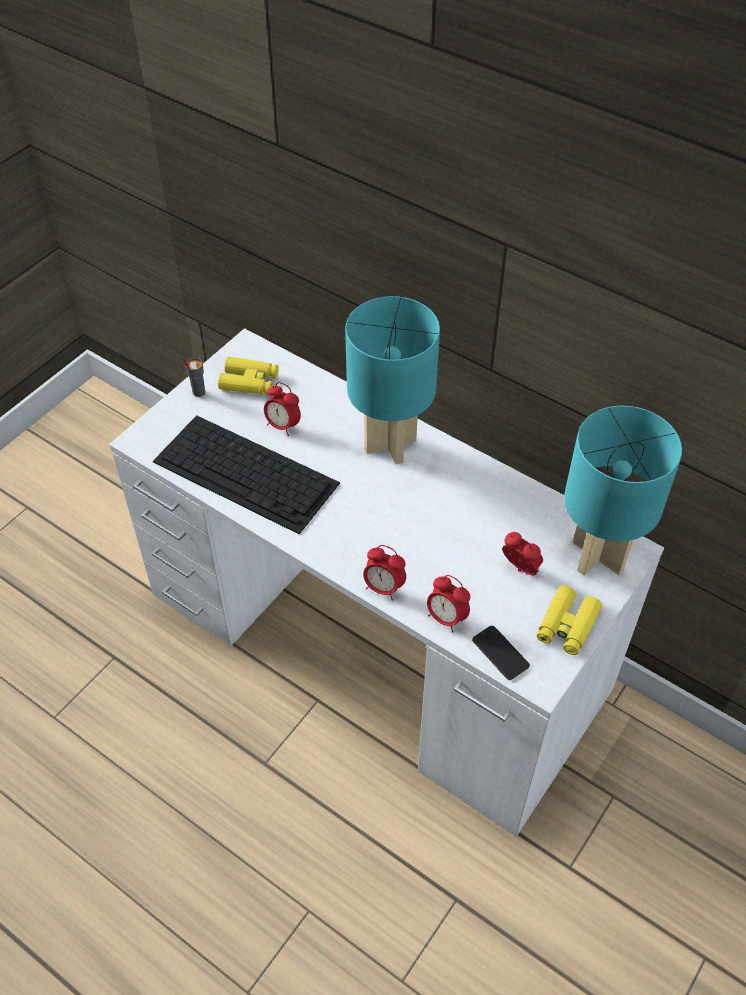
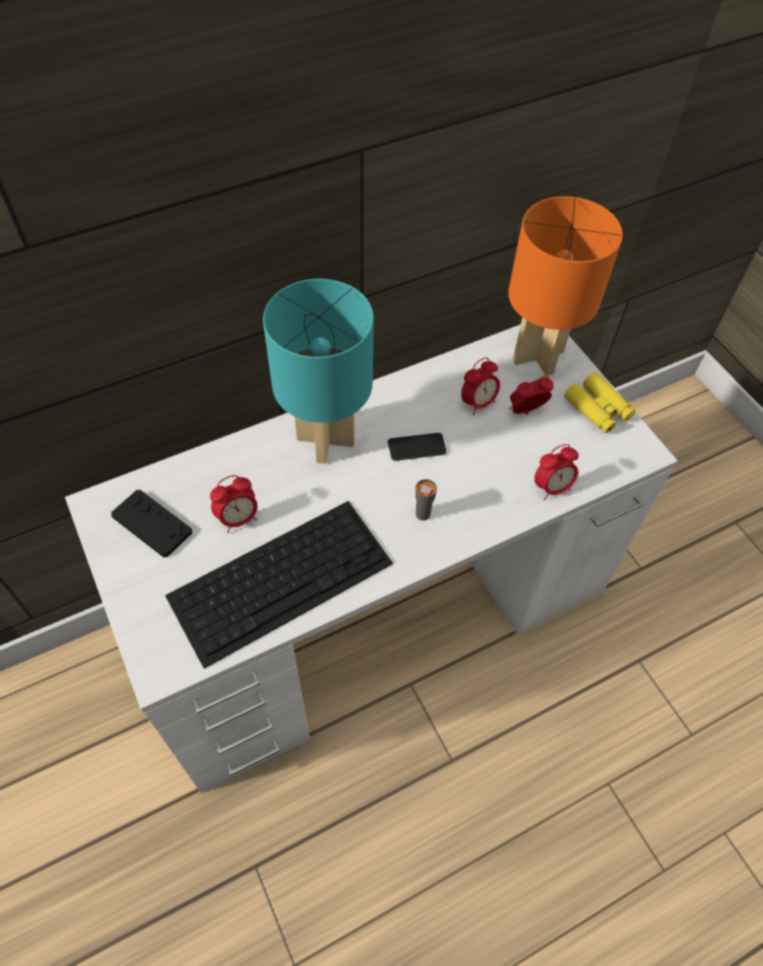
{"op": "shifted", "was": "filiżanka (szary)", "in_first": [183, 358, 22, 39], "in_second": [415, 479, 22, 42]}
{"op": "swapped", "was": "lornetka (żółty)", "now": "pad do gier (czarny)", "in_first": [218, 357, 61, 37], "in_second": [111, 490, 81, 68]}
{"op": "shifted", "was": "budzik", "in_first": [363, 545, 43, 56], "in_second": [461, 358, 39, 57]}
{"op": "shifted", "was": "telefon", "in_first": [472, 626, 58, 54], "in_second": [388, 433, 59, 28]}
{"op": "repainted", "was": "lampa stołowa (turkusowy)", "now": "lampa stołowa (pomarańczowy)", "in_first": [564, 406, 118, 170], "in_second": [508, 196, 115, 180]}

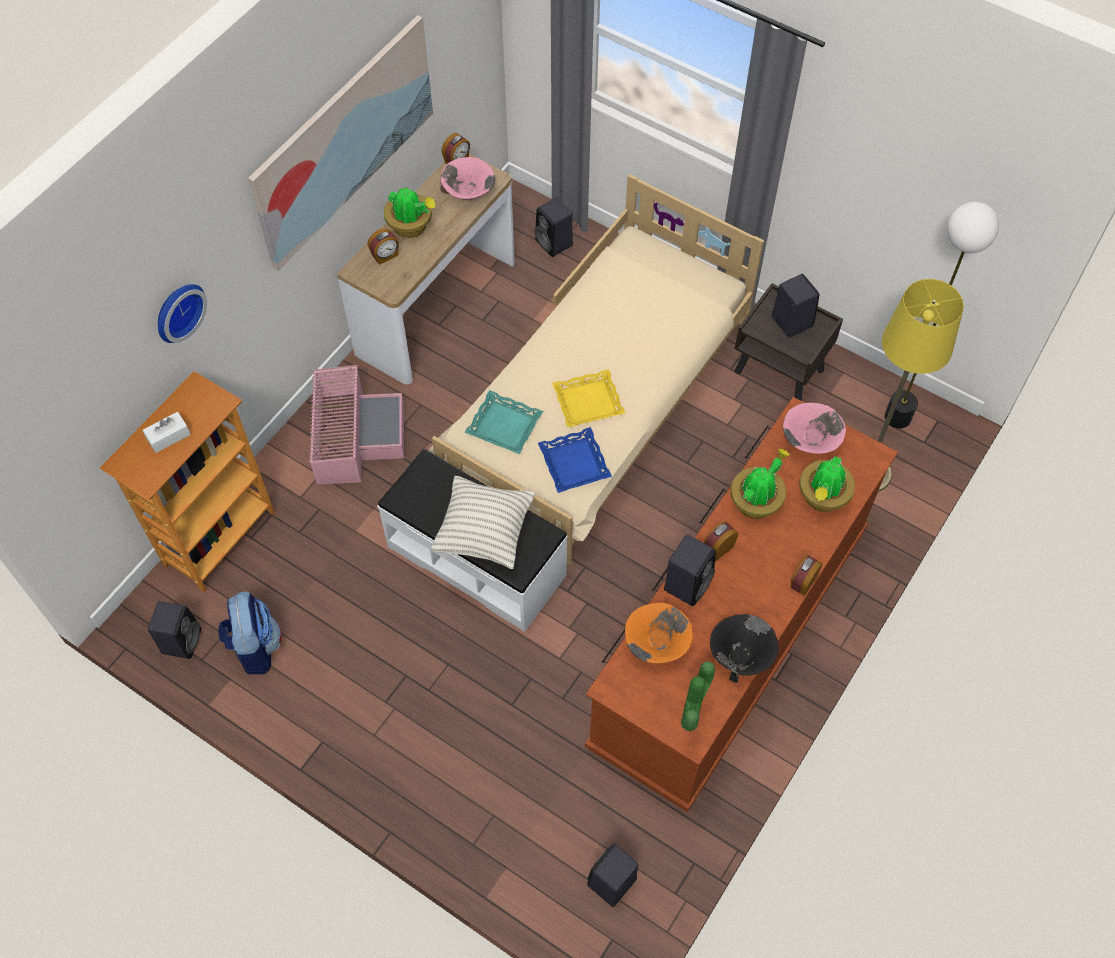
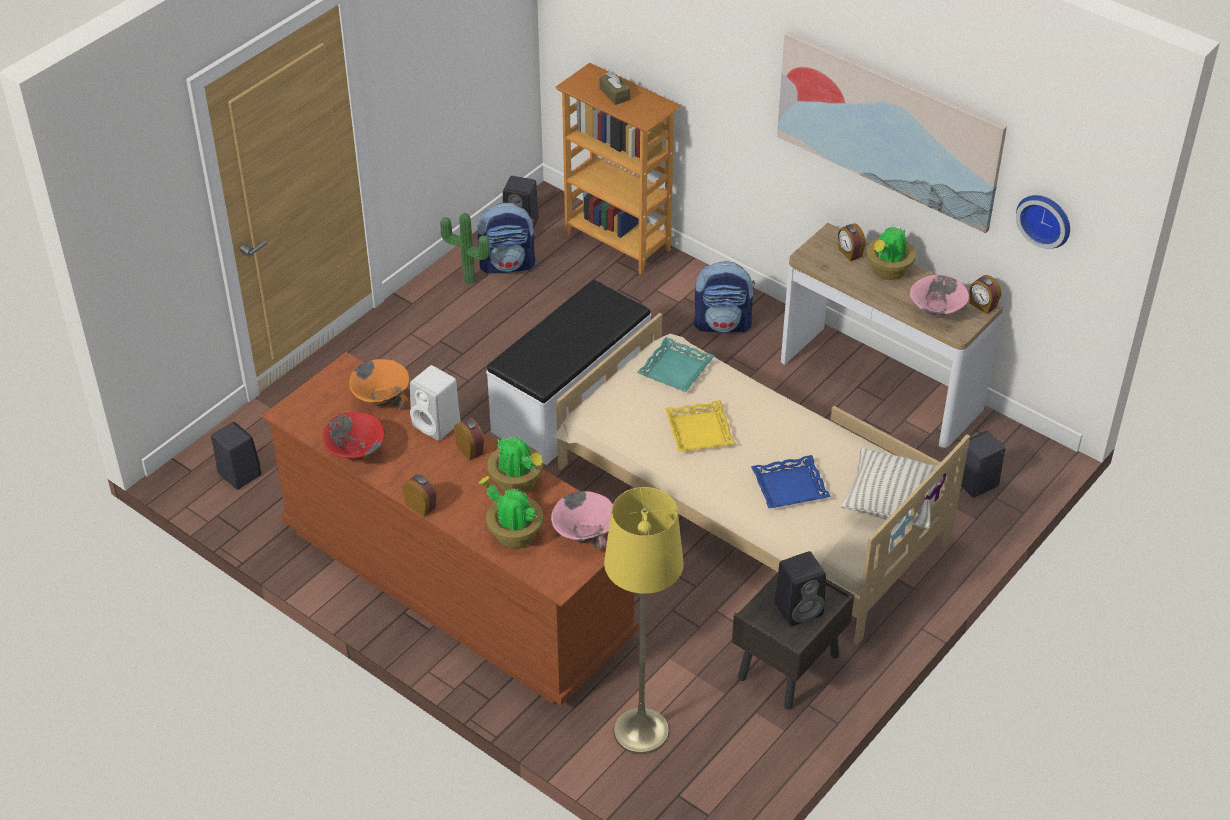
{"op": "repainted", "was": "pudełko chusteczek (biały)", "now": "pudełko chusteczek (brązowy)", "in_first": [143, 412, 48, 41], "in_second": [599, 71, 31, 34]}
{"op": "shifted", "was": "zegar ścienny", "in_first": [158, 284, 49, 59], "in_second": [1016, 195, 54, 54]}
{"op": "swapped", "was": "pojemnik do przechowywania (różowy)", "now": "plecak", "in_first": [309, 365, 95, 119], "in_second": [694, 261, 61, 72]}
{"op": "shifted", "was": "poduszka", "in_first": [431, 476, 104, 93], "in_second": [841, 447, 102, 82]}
{"op": "shifted", "was": "taca (niebieski)", "in_first": [538, 427, 74, 66], "in_second": [751, 455, 80, 54]}
{"op": "repainted", "was": "głośnik (czarny)", "now": "głośnik (biały)", "in_first": [664, 534, 52, 72], "in_second": [410, 365, 51, 76]}
{"op": "shifted", "was": "roślina doniczkowa", "in_first": [681, 661, 34, 70], "in_second": [440, 213, 50, 72]}
{"op": "repainted", "was": "miska (czarny)", "now": "miska (czerwony)", "in_first": [710, 614, 69, 69], "in_second": [323, 412, 61, 48]}
{"op": "gone", "was": "lampa stojąca", "in_first": [885, 202, 114, 227]}

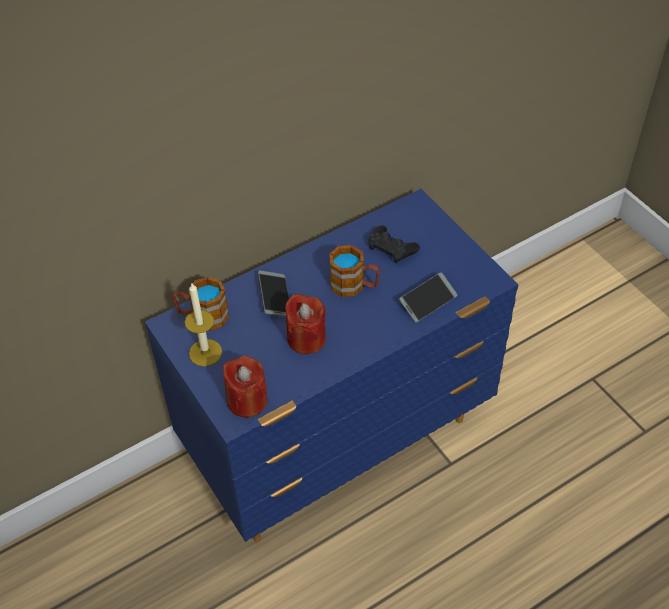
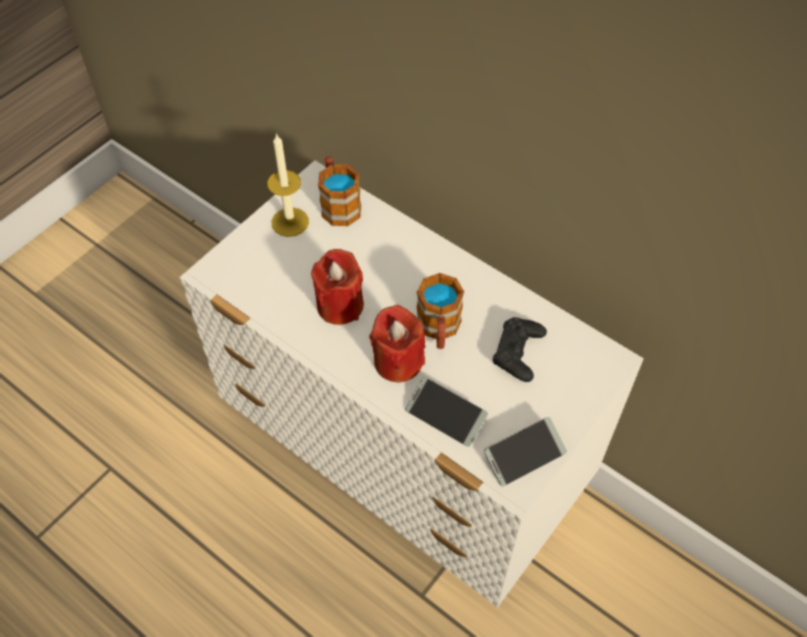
{"op": "repainted", "was": "komoda (niebieski)", "now": "komoda (biały)", "in_first": [145, 189, 373, 353], "in_second": [180, 160, 464, 448]}
{"op": "shifted", "was": "świeca (czerwony)", "in_first": [223, 356, 44, 62], "in_second": [370, 305, 55, 78]}
{"op": "shifted", "was": "telefon", "in_first": [258, 270, 31, 47], "in_second": [484, 417, 83, 69]}

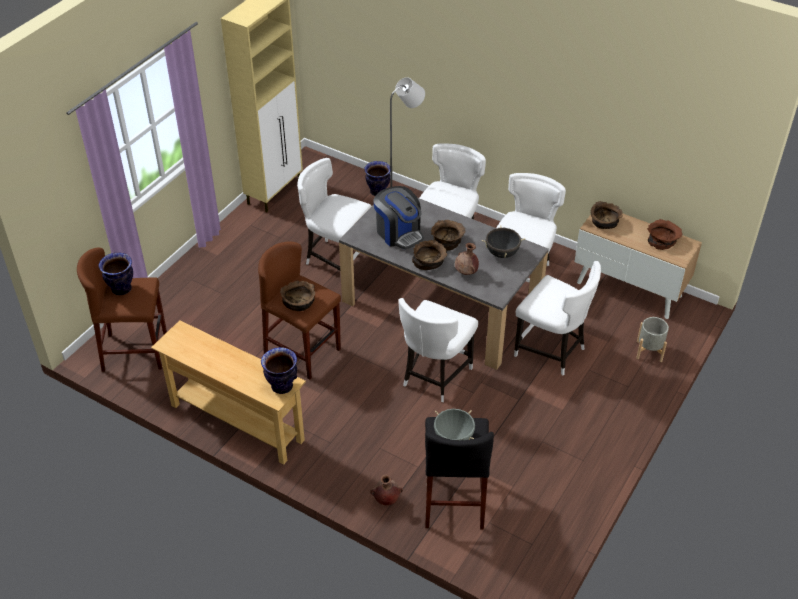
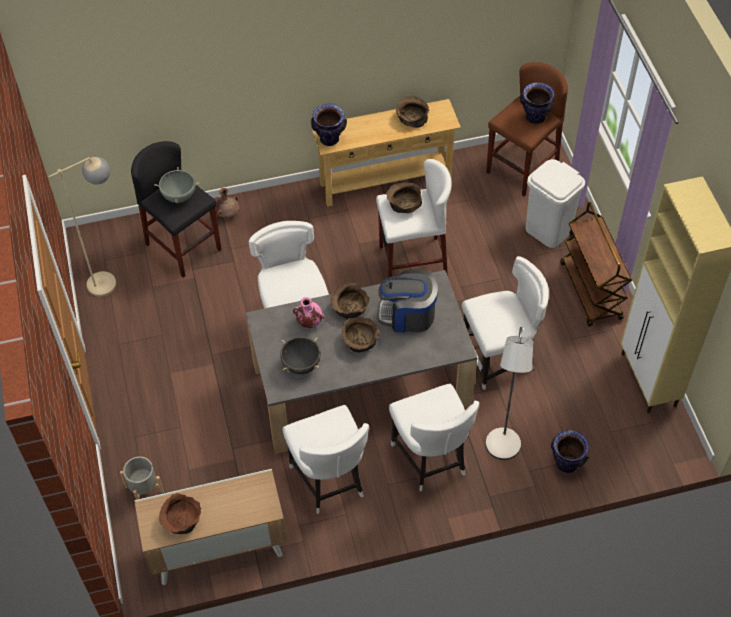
{"op": "repainted", "was": "stołek (brązowy)", "now": "stołek (biały)", "in_first": [258, 242, 83, 138], "in_second": [376, 159, 76, 119]}
{"op": "repainted", "was": "wazon (brązowy)", "now": "wazon (różowy)", "in_first": [455, 243, 24, 32], "in_second": [293, 297, 32, 31]}
{"op": "gone", "was": "krzesło (biały)", "in_first": [514, 261, 87, 114]}
{"op": "shifted", "was": "miska (brązowy)", "in_first": [590, 201, 33, 28], "in_second": [396, 96, 33, 32]}
{"op": "new", "now": "lampa stojąca (beżowy)", "in_second": [48, 157, 68, 139]}
{"op": "new", "now": "kosz na śmieci (biały)", "in_second": [525, 159, 60, 89]}
{"op": "new", "now": "wózek (brązowy)", "in_second": [560, 202, 72, 125]}

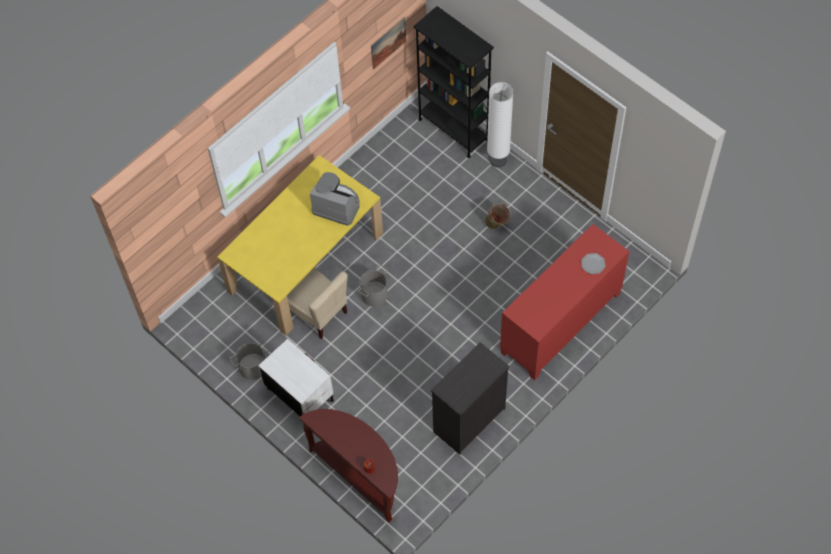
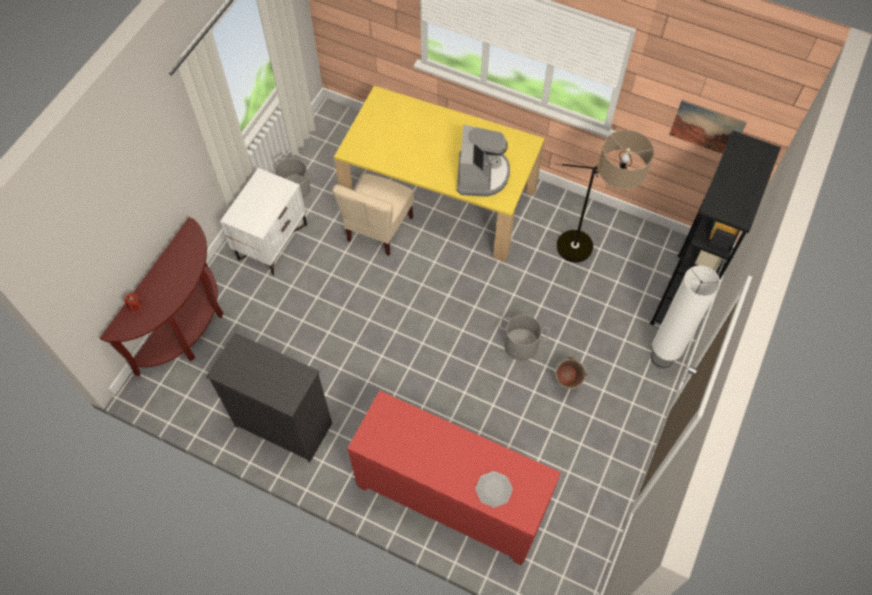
{"op": "shifted", "was": "wiadro (szary)", "in_first": [358, 264, 30, 43], "in_second": [500, 315, 49, 46]}
{"op": "new", "now": "lampa stojąca", "in_second": [556, 130, 98, 133]}

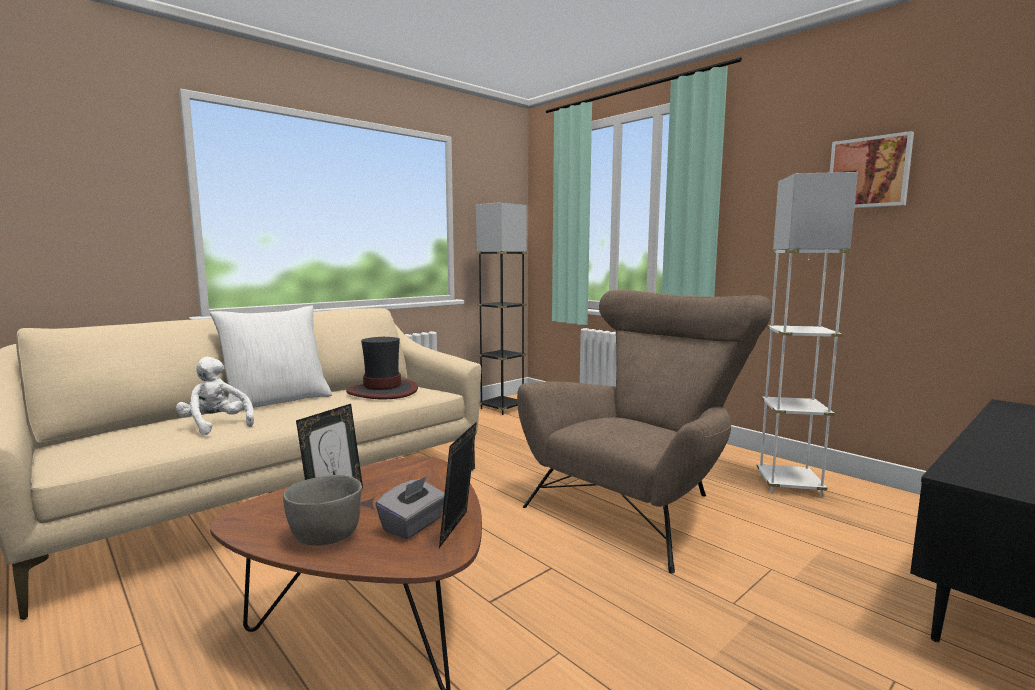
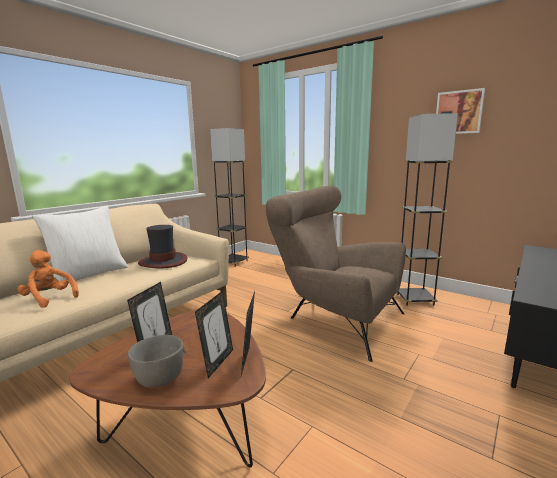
{"op": "repainted", "was": "pluszak (biały)", "now": "pluszak (pomarańczowy)", "in_first": [176, 357, 78, 78], "in_second": [17, 250, 62, 58]}
{"op": "swapped", "was": "pudełko chusteczek (szary)", "now": "ramka na zdjęcie", "in_first": [376, 476, 69, 63], "in_second": [195, 291, 38, 87]}
{"op": "rotated", "was": "fotel (brązowy)", "in_first": [517, 290, 255, 283], "in_second": [266, 186, 140, 176], "clockwise": -90}
{"op": "repainted", "was": "lampa stojąca (biały)", "now": "lampa stojąca (czarny)", "in_first": [757, 172, 101, 325], "in_second": [397, 113, 61, 193]}

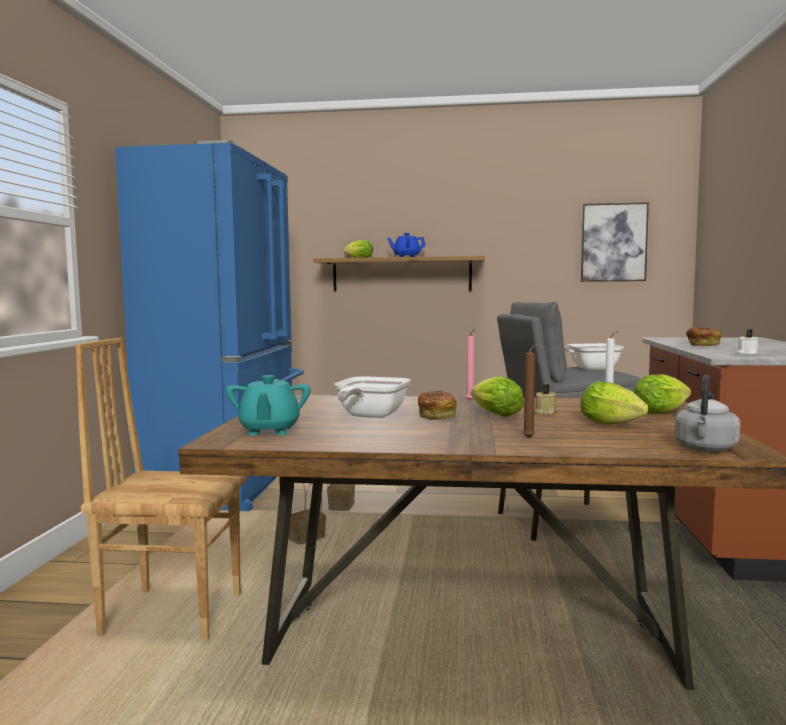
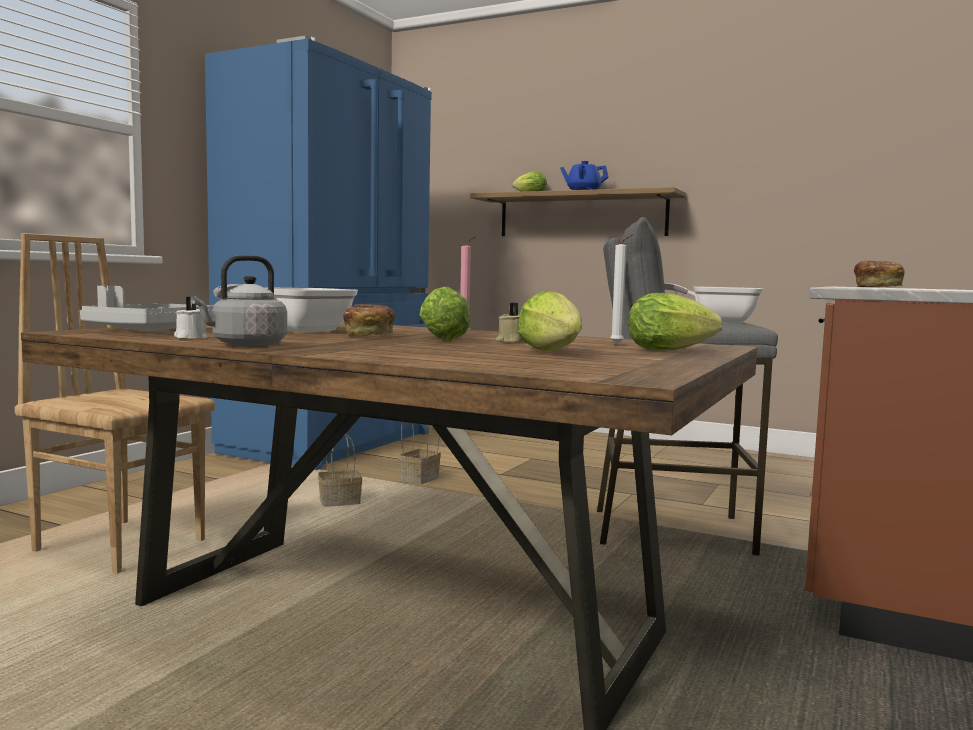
{"op": "swapped", "was": "imbryk (turkusowy)", "now": "taca (szary)", "in_first": [226, 375, 85, 60], "in_second": [80, 286, 134, 45]}
{"op": "gone", "was": "świeca (brązowy)", "in_first": [523, 343, 16, 95]}
{"op": "gone", "was": "obraz", "in_first": [581, 202, 68, 80]}
{"op": "shifted", "was": "czajnik (szary)", "in_first": [675, 375, 66, 77], "in_second": [190, 255, 97, 92]}
{"op": "shifted", "was": "świeca (biały)", "in_first": [737, 329, 22, 25], "in_second": [174, 297, 34, 42]}

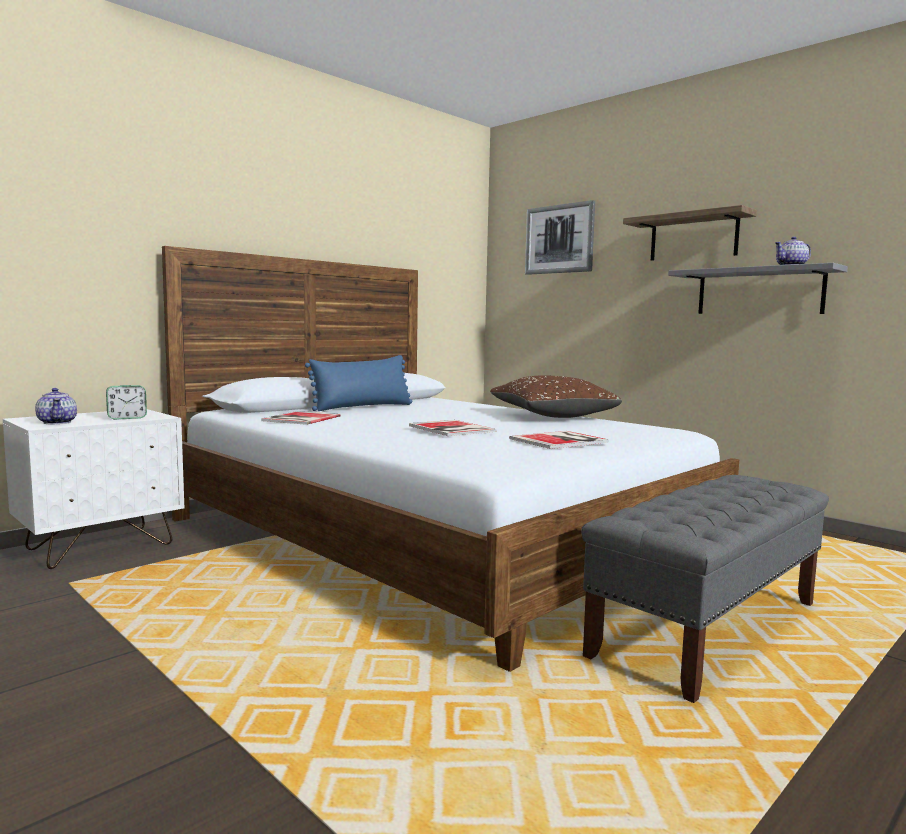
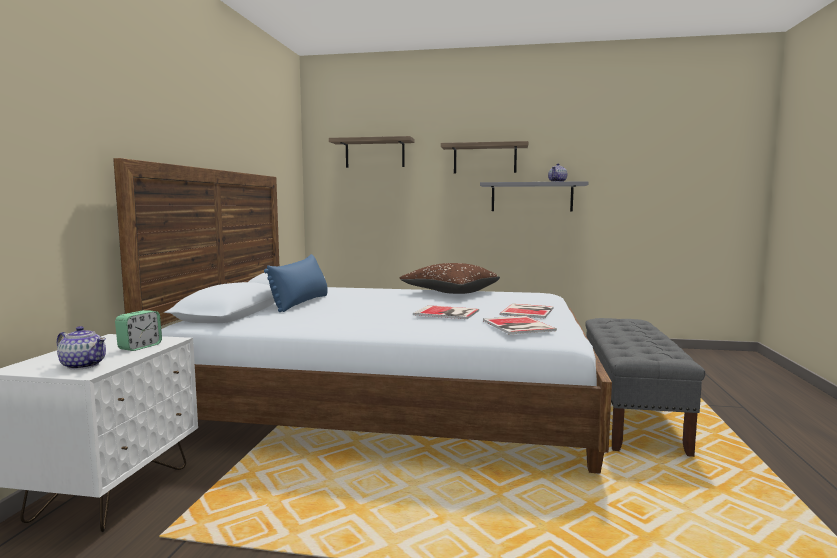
{"op": "shifted", "was": "książka", "in_first": [261, 411, 80, 14], "in_second": [483, 316, 74, 18]}
{"op": "swapped", "was": "obraz", "now": "półka", "in_first": [525, 200, 70, 75], "in_second": [329, 136, 86, 32]}

